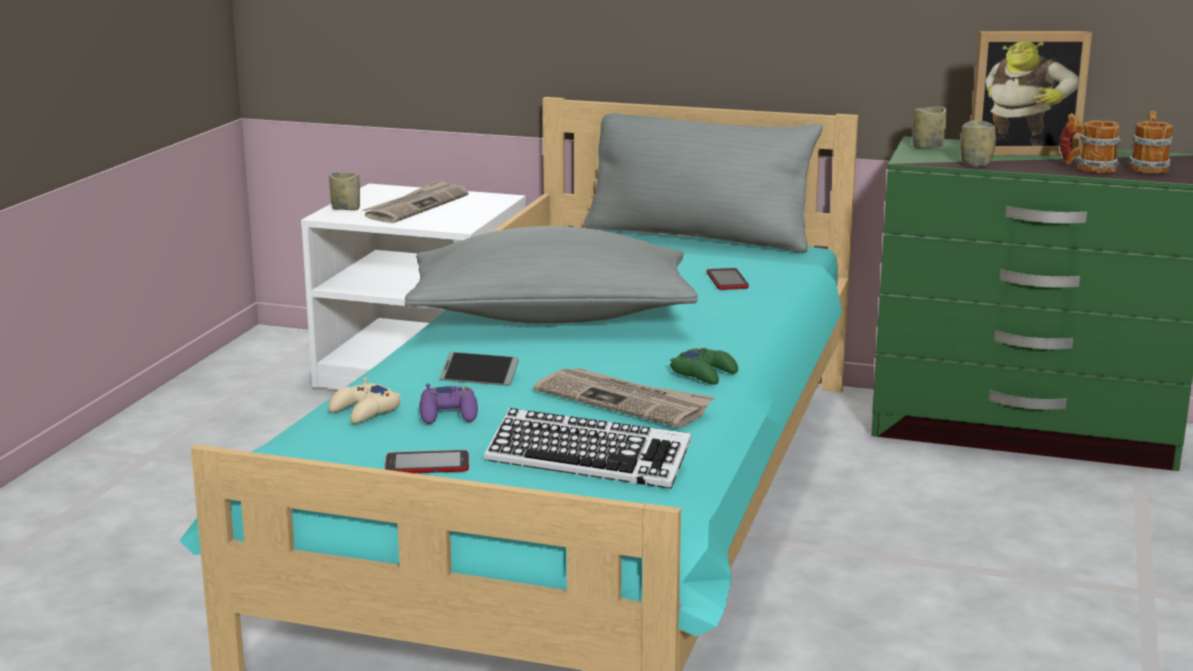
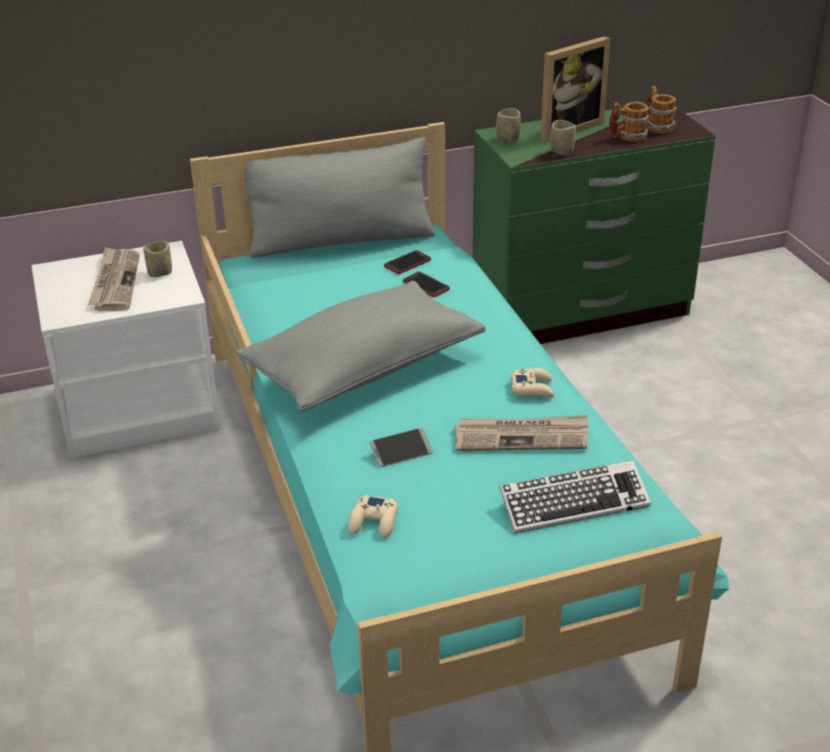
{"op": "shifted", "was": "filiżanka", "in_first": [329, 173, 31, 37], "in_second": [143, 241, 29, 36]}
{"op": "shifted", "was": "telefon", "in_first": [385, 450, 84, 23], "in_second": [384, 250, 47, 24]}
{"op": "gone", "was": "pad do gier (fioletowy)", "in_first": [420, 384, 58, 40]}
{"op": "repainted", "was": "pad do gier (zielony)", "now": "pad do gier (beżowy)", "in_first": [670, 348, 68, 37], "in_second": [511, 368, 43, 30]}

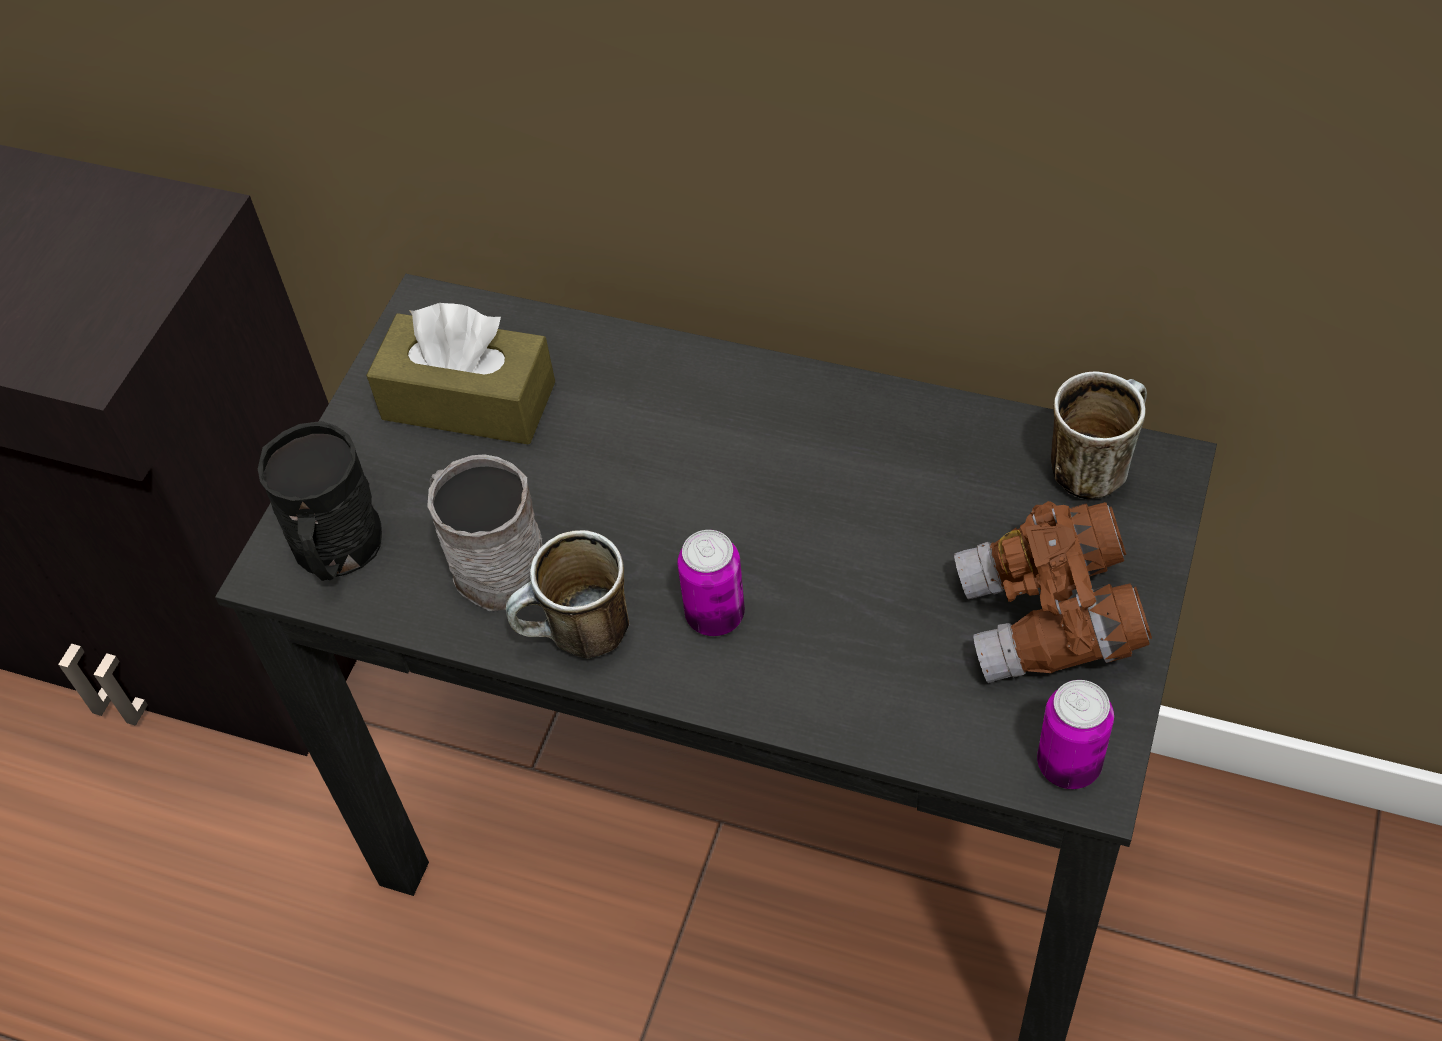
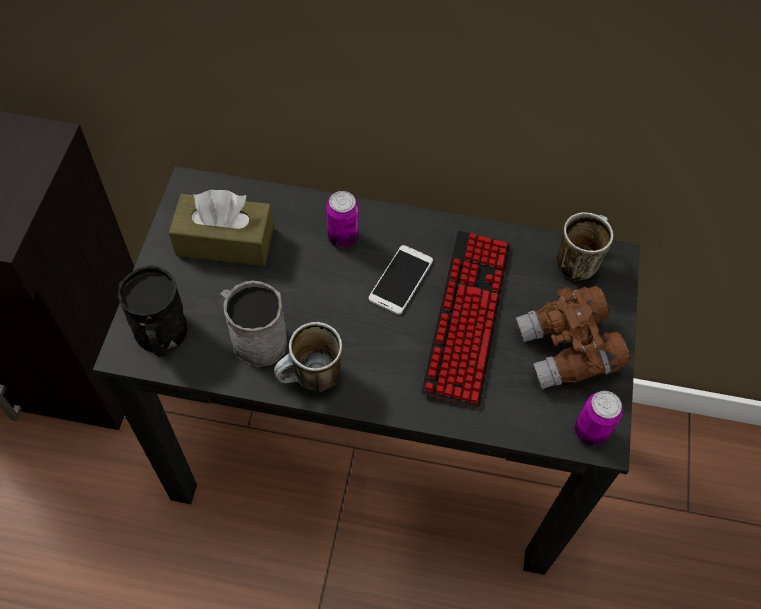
{"op": "shifted", "was": "puszka", "in_first": [677, 530, 68, 106], "in_second": [326, 191, 33, 57]}
{"op": "new", "now": "telefon", "in_second": [368, 245, 65, 70]}
{"op": "new", "now": "klawiatura", "in_second": [421, 230, 89, 178]}

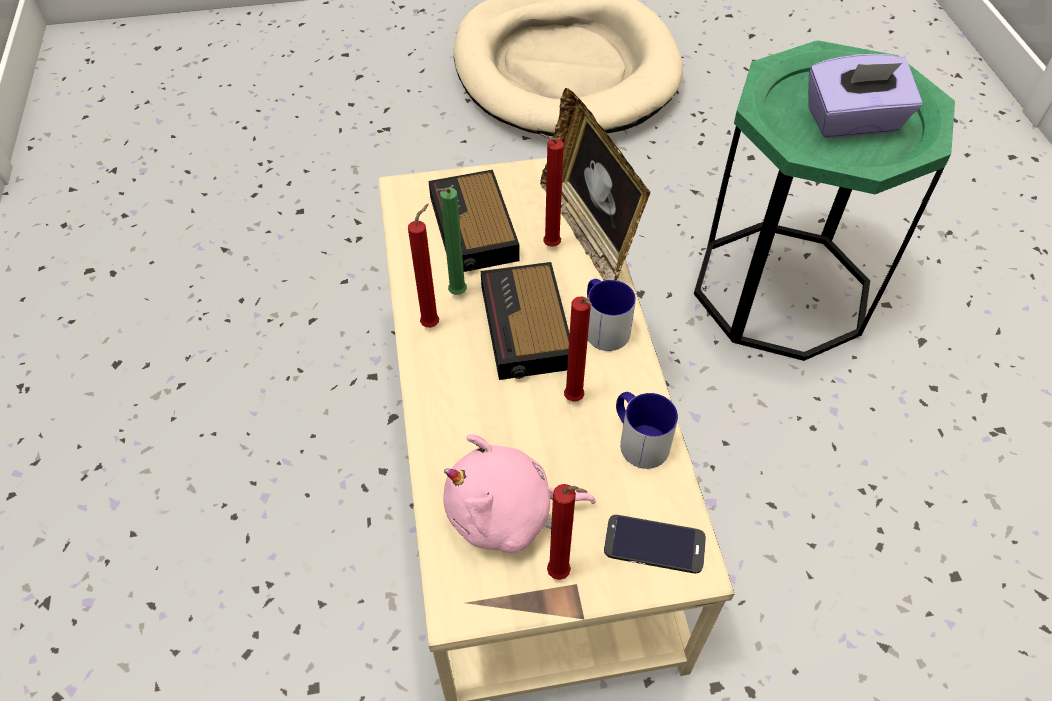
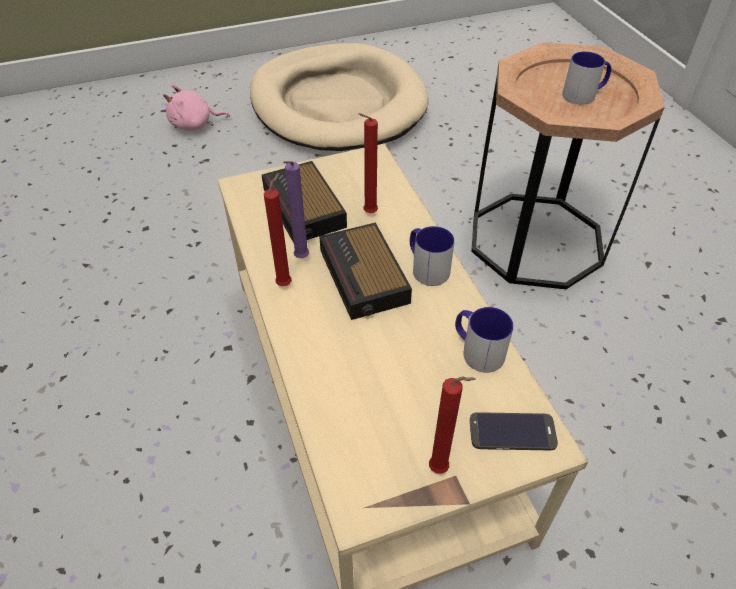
{"op": "repainted", "was": "świeca (zielony)", "now": "świeca (fioletowy)", "in_first": [436, 187, 31, 108], "in_second": [283, 161, 26, 97]}
{"op": "shifted", "was": "pluszak (różowy)", "in_first": [443, 434, 153, 119], "in_second": [163, 84, 67, 47]}
{"op": "gone", "was": "ramka na zdjęcie", "in_first": [540, 88, 110, 193]}
{"op": "gone", "was": "świeca (czerwony)", "in_first": [564, 297, 28, 105]}
{"op": "repainted", "was": "stolik (zielony)", "now": "stolik (brązowy)", "in_first": [694, 40, 261, 321], "in_second": [471, 42, 194, 247]}
{"op": "swapped", "was": "pudełko chusteczek (fioletowy)", "now": "kubek", "in_first": [808, 54, 114, 84], "in_second": [562, 52, 49, 53]}

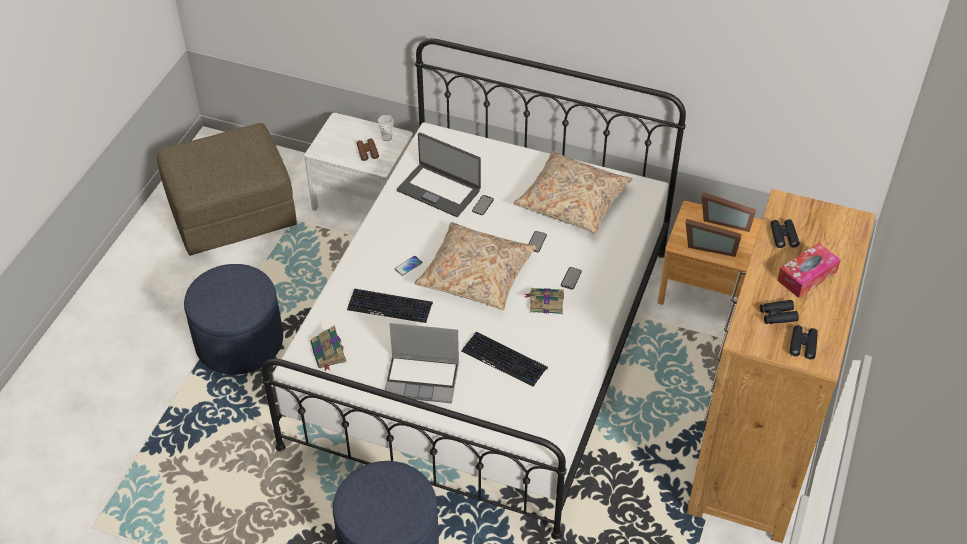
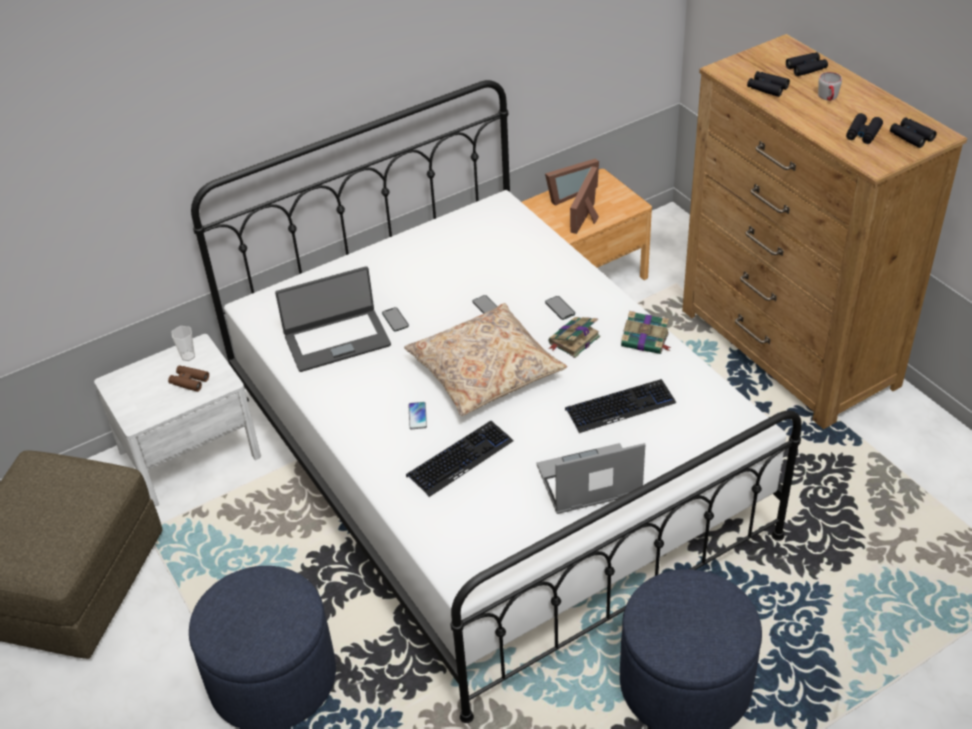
{"op": "shifted", "was": "książka", "in_first": [310, 326, 37, 45], "in_second": [621, 311, 50, 43]}
{"op": "rotated", "was": "laptop", "in_first": [385, 323, 74, 80], "in_second": [537, 443, 108, 71], "clockwise": -150}
{"op": "gone", "was": "poduszka (beżowy)", "in_first": [514, 151, 118, 83]}
{"op": "rotated", "was": "ramka na zdjęcie", "in_first": [686, 219, 56, 38], "in_second": [570, 166, 29, 68], "clockwise": 150}
{"op": "swapped", "was": "pudełko chusteczek", "now": "kubek (szary)", "in_first": [777, 243, 64, 55], "in_second": [818, 72, 24, 29]}
{"op": "new", "now": "lornetka (czarny)", "in_second": [786, 52, 42, 24]}

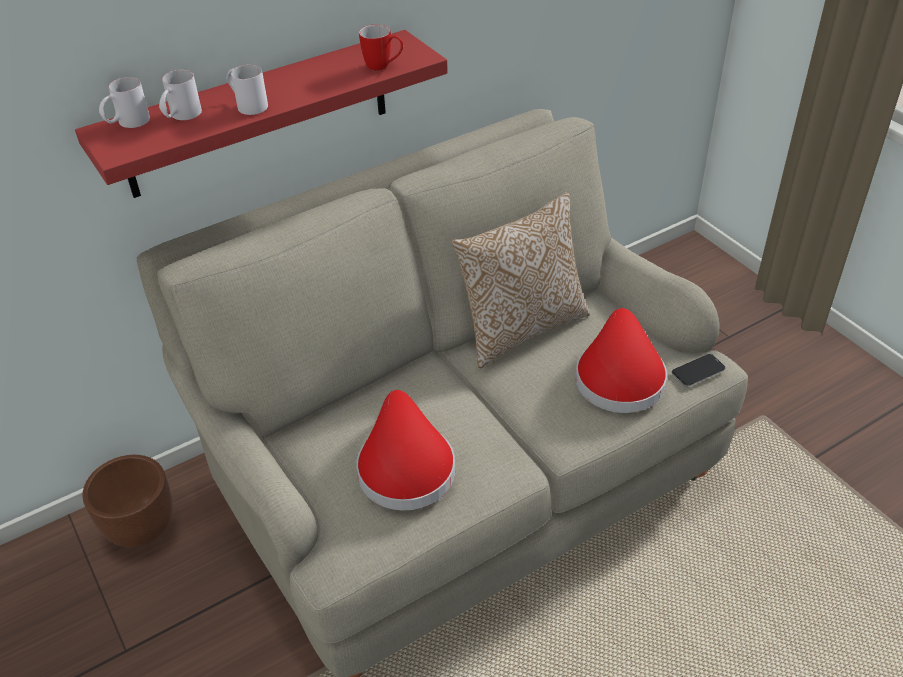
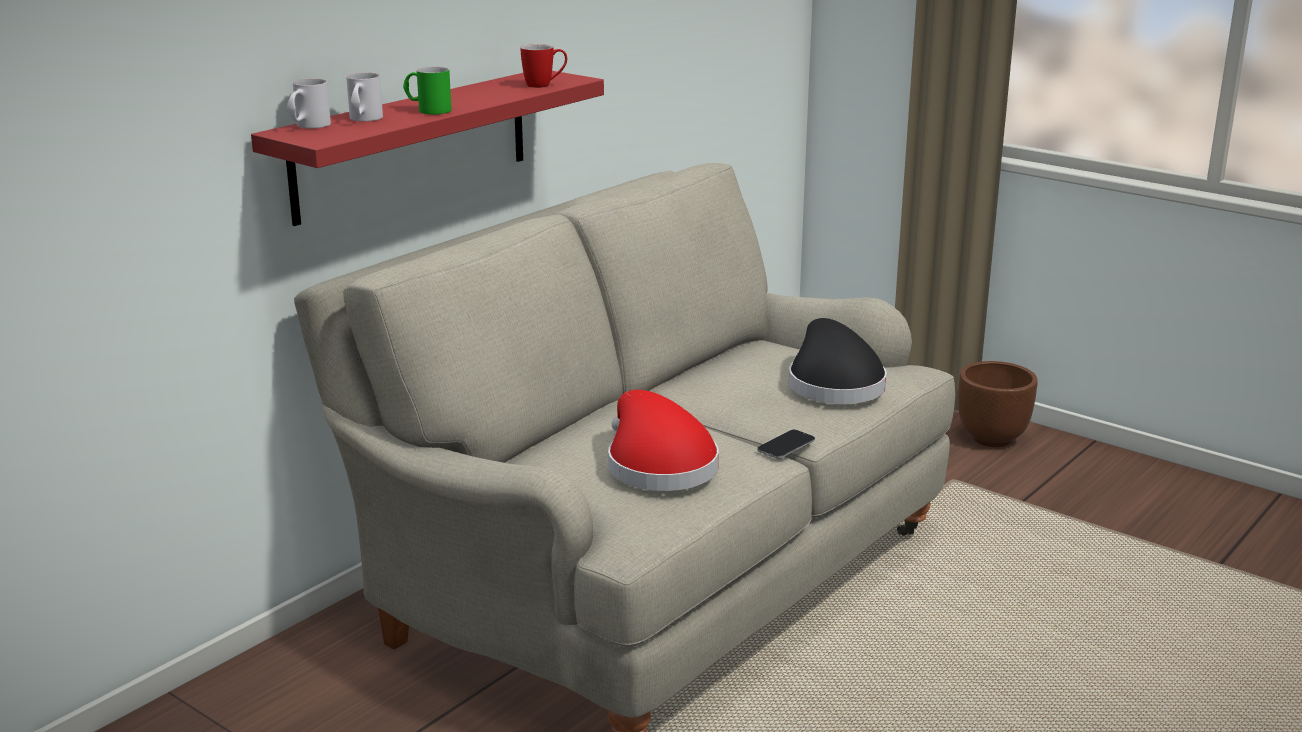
{"op": "shifted", "was": "donica (brązowy)", "in_first": [82, 455, 91, 93], "in_second": [958, 361, 80, 86]}
{"op": "repainted", "was": "kubek (biały)", "now": "kubek (zielony)", "in_first": [227, 65, 41, 50], "in_second": [403, 67, 49, 47]}
{"op": "gone", "was": "poduszka", "in_first": [452, 192, 138, 176]}
{"op": "repainted", "was": "kapelusz (czerwony)", "now": "kapelusz (czarny)", "in_first": [575, 308, 92, 105], "in_second": [789, 318, 98, 86]}
{"op": "shifted", "was": "telefon", "in_first": [672, 354, 53, 32], "in_second": [757, 430, 58, 29]}

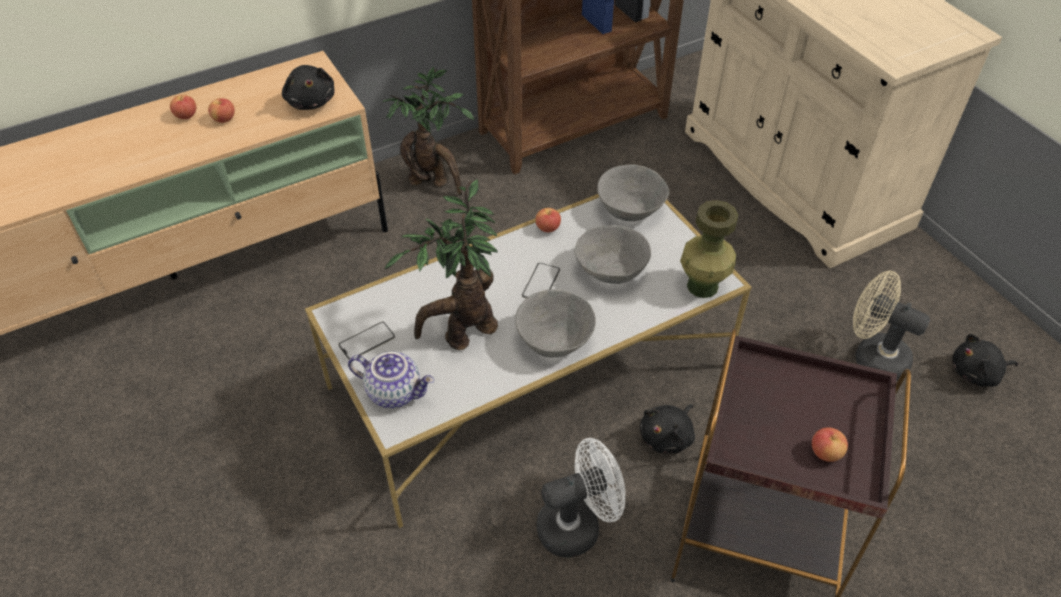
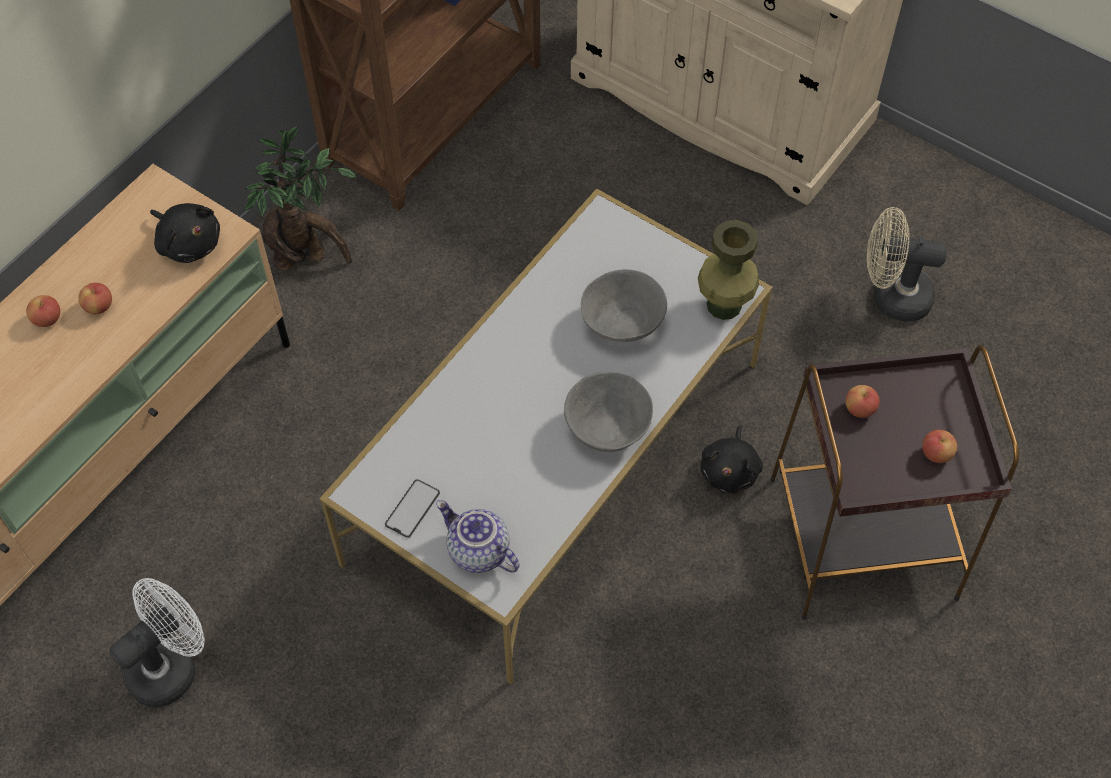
{"op": "rotated", "was": "imbryk", "in_first": [348, 352, 86, 56], "in_second": [436, 500, 84, 73], "clockwise": -135}
{"op": "gone", "was": "roślina doniczkowa", "in_first": [385, 179, 113, 171]}
{"op": "gone", "was": "telefon", "in_first": [522, 263, 38, 35]}
{"op": "shifted", "was": "jabłko", "in_first": [535, 208, 26, 24], "in_second": [845, 385, 35, 33]}
{"op": "shifted", "was": "wentylator (biały)", "in_first": [537, 438, 89, 120], "in_second": [109, 578, 95, 130]}
{"op": "gone", "was": "miska (szary)", "in_first": [597, 165, 72, 56]}
{"op": "gone", "was": "pluszak (czarny)", "in_first": [952, 334, 66, 53]}

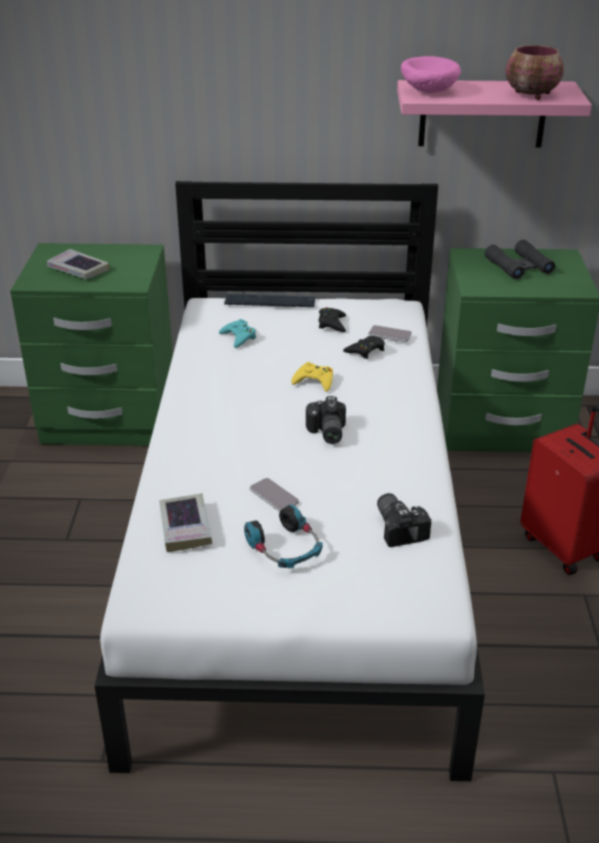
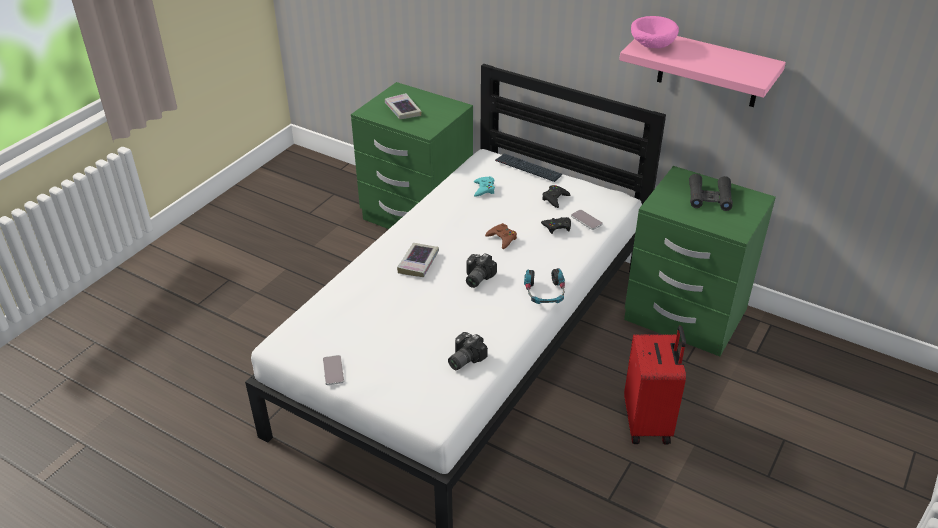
{"op": "shifted", "was": "książka", "in_first": [159, 494, 53, 58], "in_second": [397, 243, 42, 34]}
{"op": "shifted", "was": "słuchawki", "in_first": [244, 504, 78, 64], "in_second": [524, 268, 41, 36]}
{"op": "shifted", "was": "telefon", "in_first": [250, 478, 49, 34], "in_second": [323, 355, 21, 30]}
{"op": "repainted", "was": "pad do gier (żółty)", "now": "pad do gier (brązowy)", "in_first": [291, 362, 42, 30], "in_second": [485, 223, 32, 26]}
{"op": "rotated", "was": "aparat fotograficzny", "in_first": [377, 493, 54, 54], "in_second": [448, 332, 40, 38], "clockwise": -150}
{"op": "gone", "was": "miska", "in_first": [505, 45, 59, 55]}

